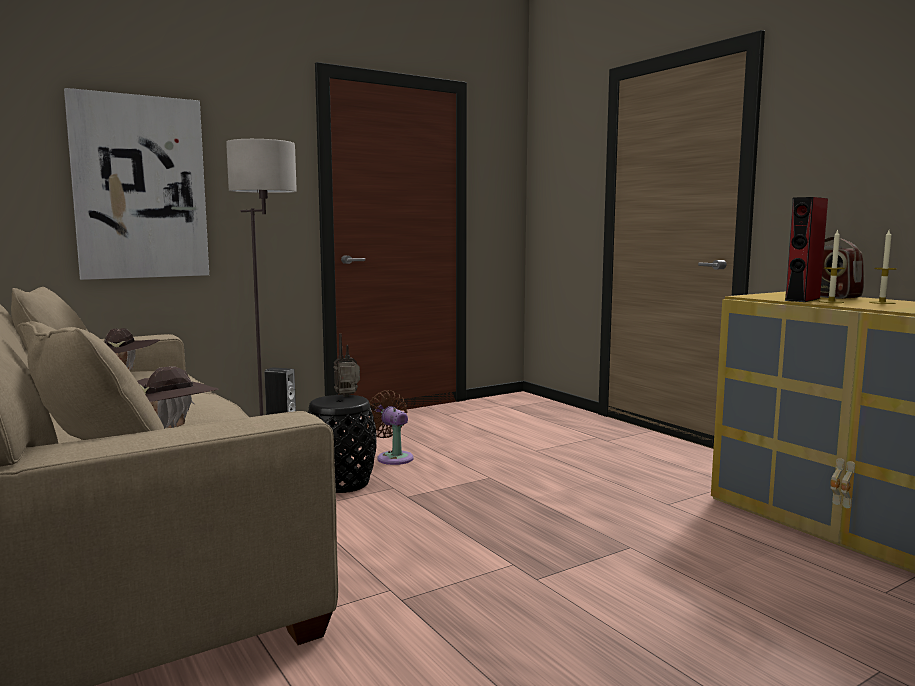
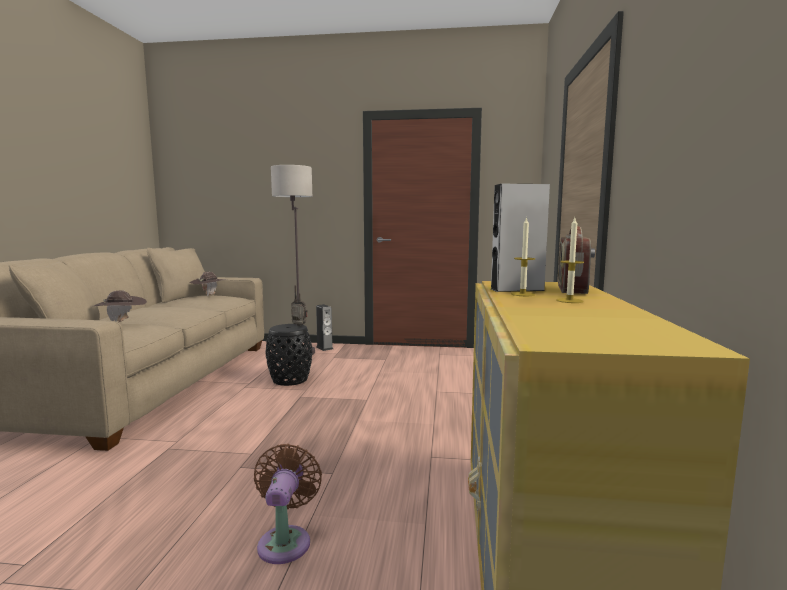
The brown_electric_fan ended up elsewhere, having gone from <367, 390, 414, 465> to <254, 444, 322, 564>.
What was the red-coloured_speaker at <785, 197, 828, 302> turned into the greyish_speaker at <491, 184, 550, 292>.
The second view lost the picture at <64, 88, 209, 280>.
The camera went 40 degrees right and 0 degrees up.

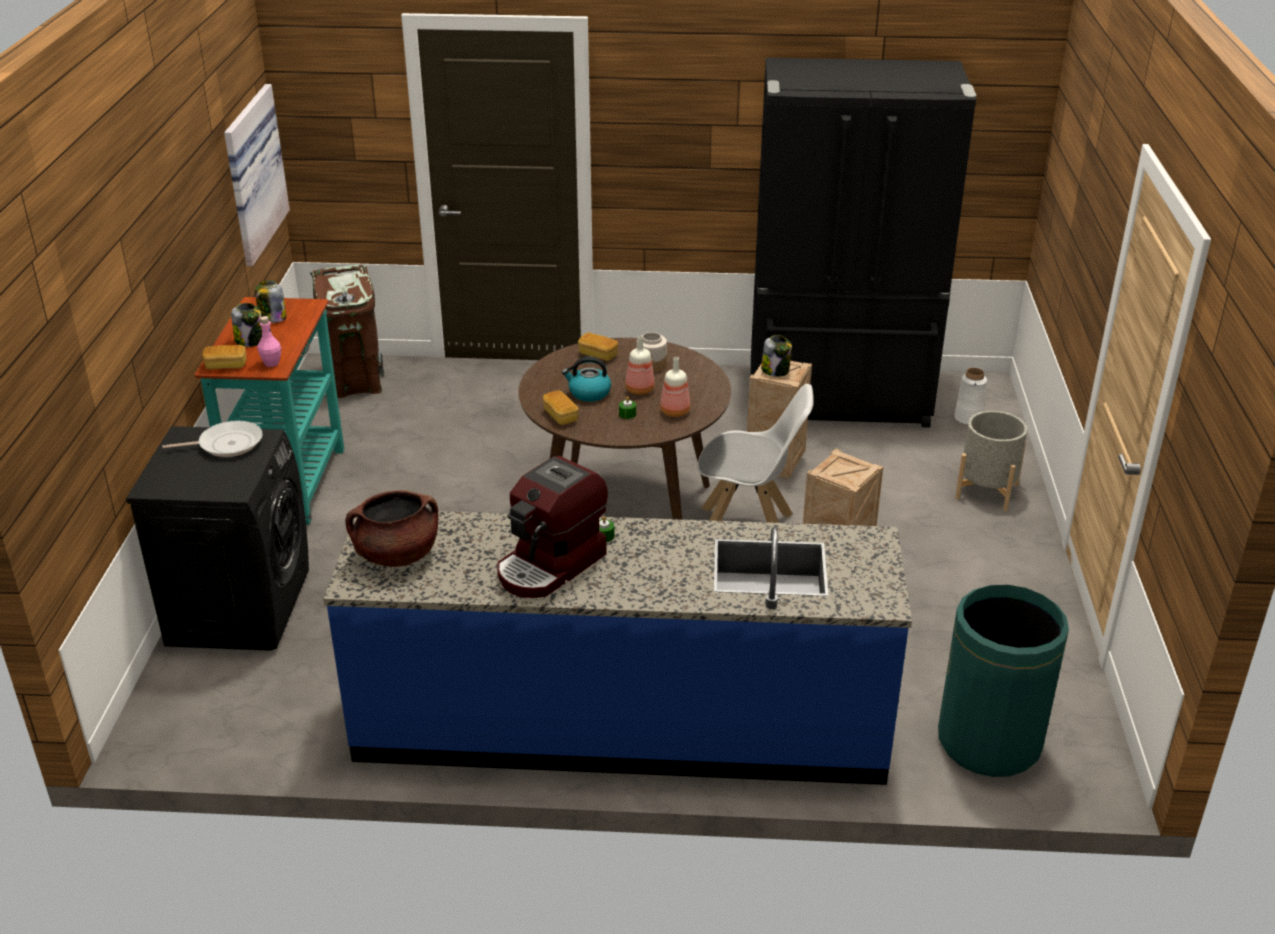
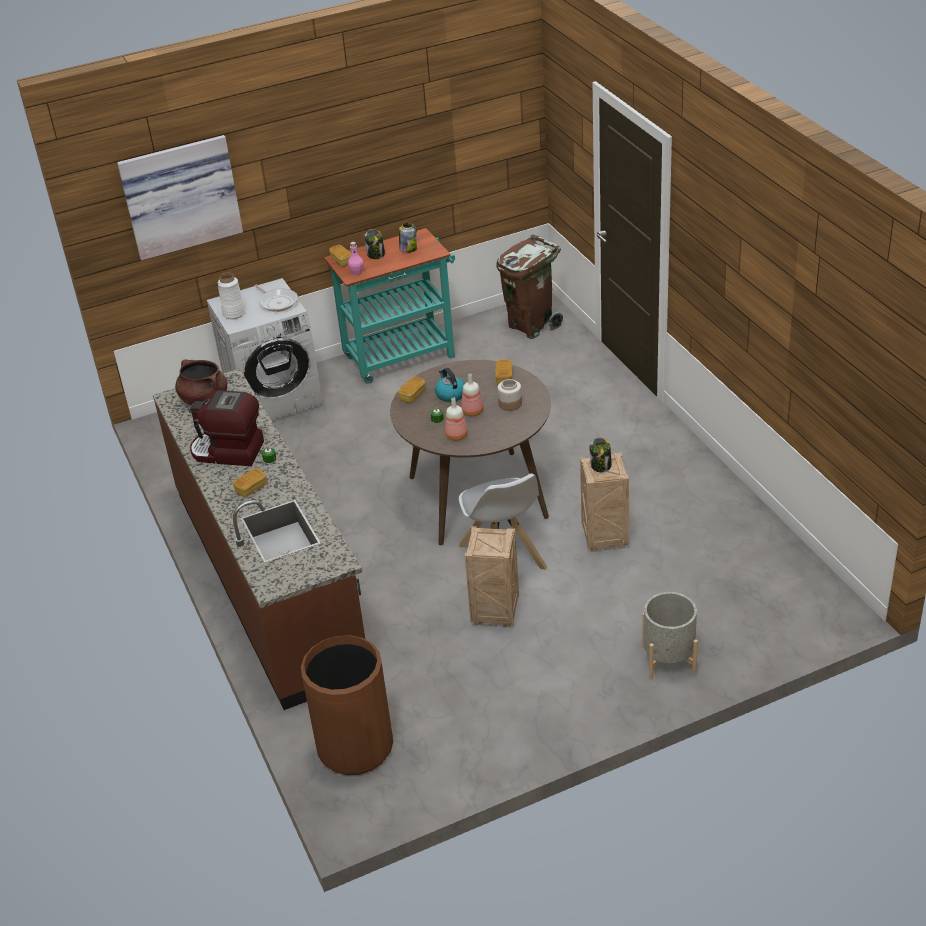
The picture ended up elsewhere, having gone from <224, 84, 290, 266> to <117, 135, 243, 260>.
What was the blue-coloured_counter at <323, 511, 912, 785> turned into the brown_counter at <153, 368, 365, 710>.
What was the black_washing_machine at <126, 426, 309, 651> turned into the white-coloured_washing_machine at <207, 278, 322, 420>.
The white-coloured_flower_vase ended up elsewhere, having gone from <954, 368, 987, 425> to <217, 273, 245, 319>.
The second view gained the bakery_bread at <233, 468, 267, 498>.
What was the green_rubbish_bin at <938, 585, 1069, 777> turned into the brown_rubbish_bin at <301, 635, 393, 775>.
The second view lost the black_fridge at <751, 58, 976, 427>.
The camera went 65 degrees right and 5 degrees up.

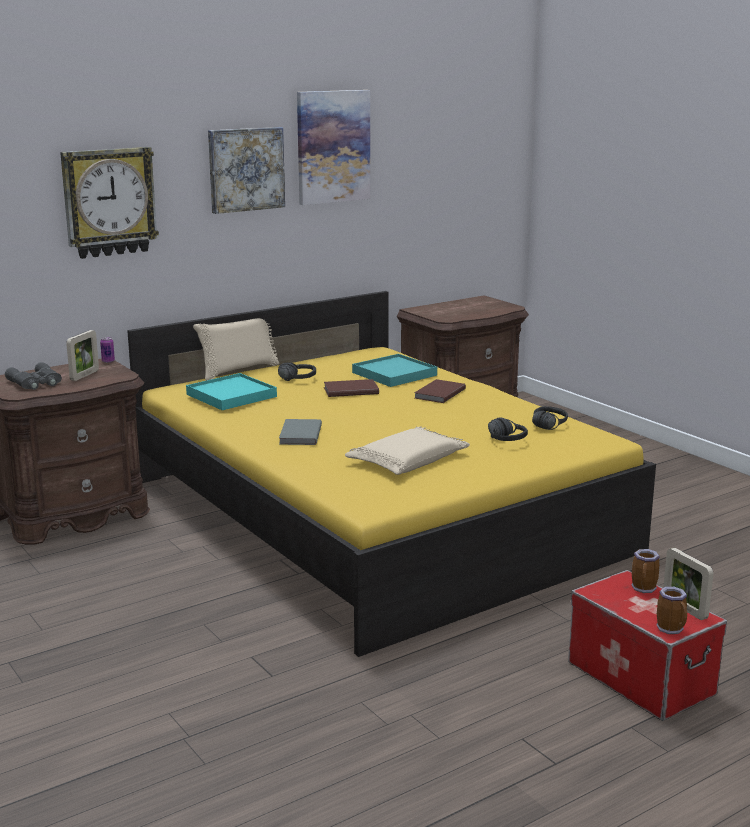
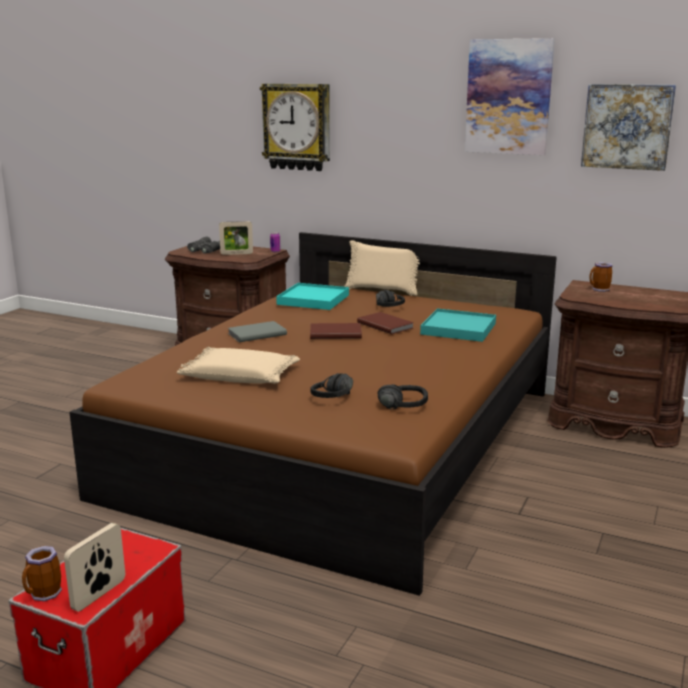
What was the yellowish_bedroom_bed at <127, 291, 656, 657> turned into the brown_bedroom_bed at <69, 232, 557, 596>.
The brown_book ended up elsewhere, having gone from <414, 379, 466, 403> to <310, 323, 362, 339>.
The picture ended up elsewhere, having gone from <208, 127, 285, 214> to <581, 84, 676, 171>.
The mug ended up elsewhere, having gone from <631, 549, 660, 593> to <590, 262, 612, 292>.
The camera went 60 degrees right and 0 degrees up.

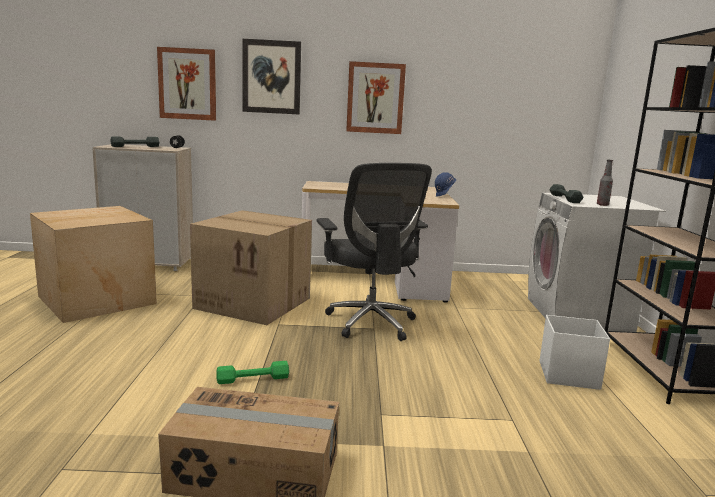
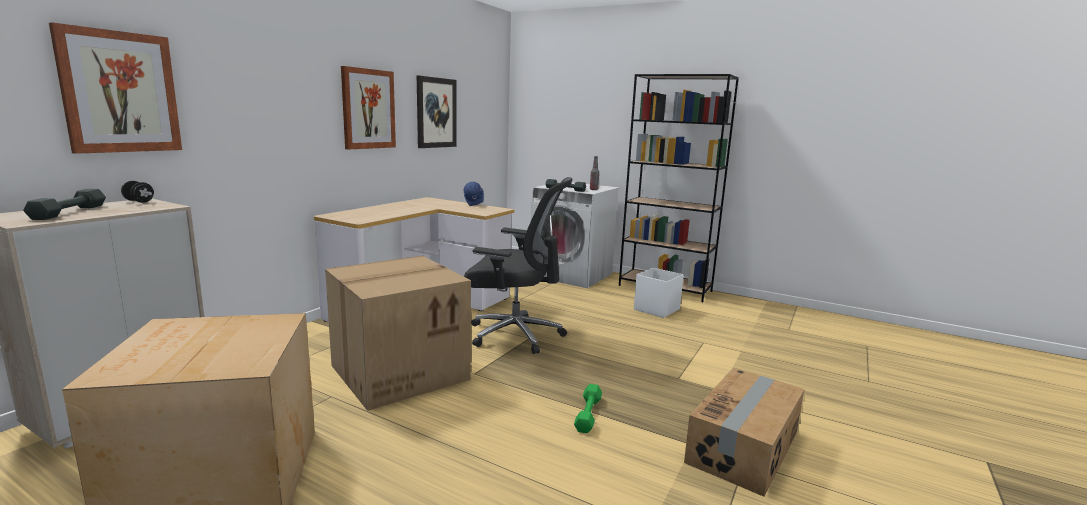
The picture ended up elsewhere, having gone from <242, 39, 301, 114> to <417, 76, 457, 148>.
The camera went 60 degrees left and 0 degrees up.

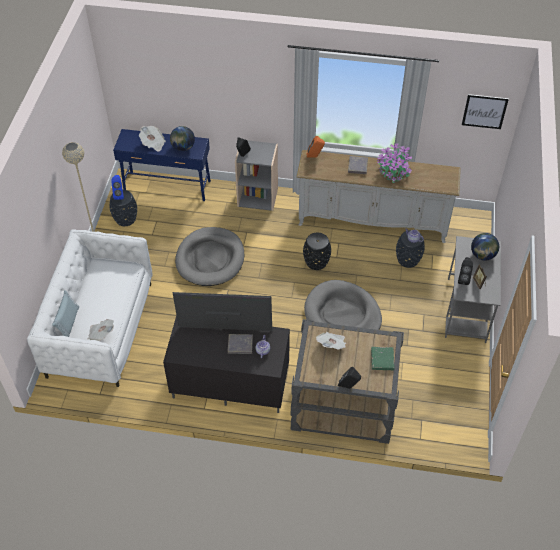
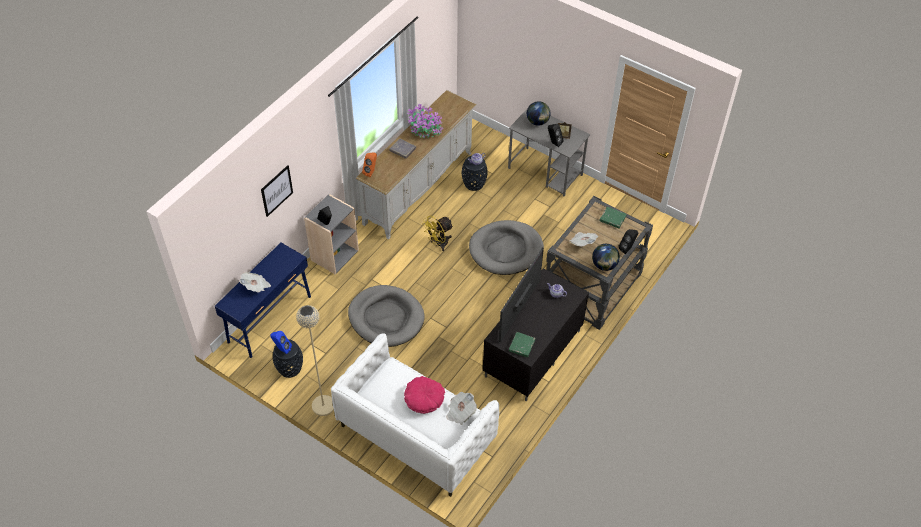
The picture ended up elsewhere, having gone from <462, 94, 509, 129> to <261, 165, 293, 217>.
The second view gained the pink_cushion at <404, 376, 445, 414>.
Where the black_stool_seat stood at <303, 233, 331, 270>, the yellowish_electric_fan came to stand at <422, 216, 453, 251>.
The second view gained the green_book at <509, 332, 536, 358>.
The globe ended up elsewhere, having gone from <170, 126, 195, 151> to <592, 244, 620, 271>.
The second view lost the blue-coloured_cushion at <52, 290, 79, 337>.
The second view lost the greyish_book at <228, 334, 253, 354>.
The camera went 65 degrees left and 0 degrees up.

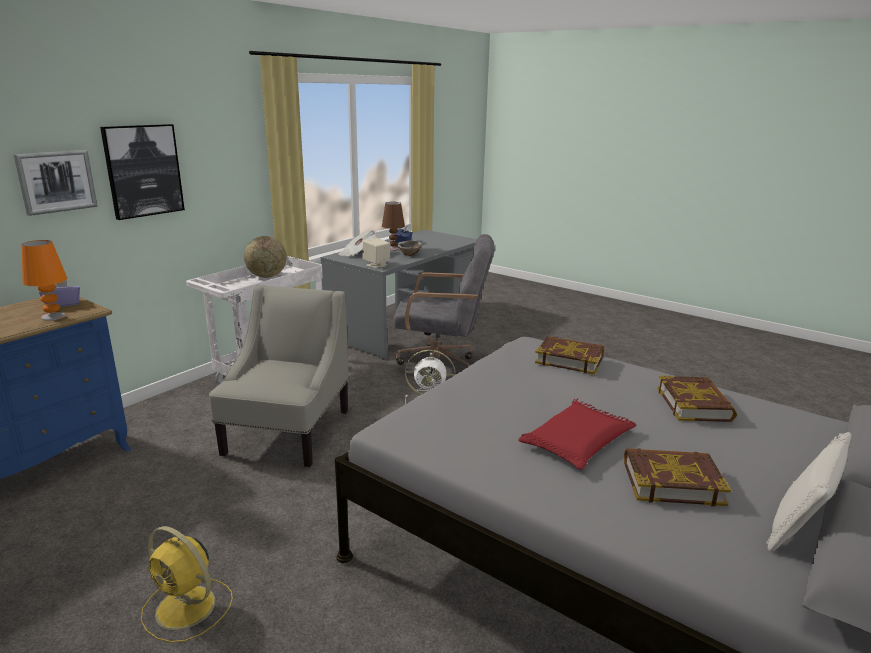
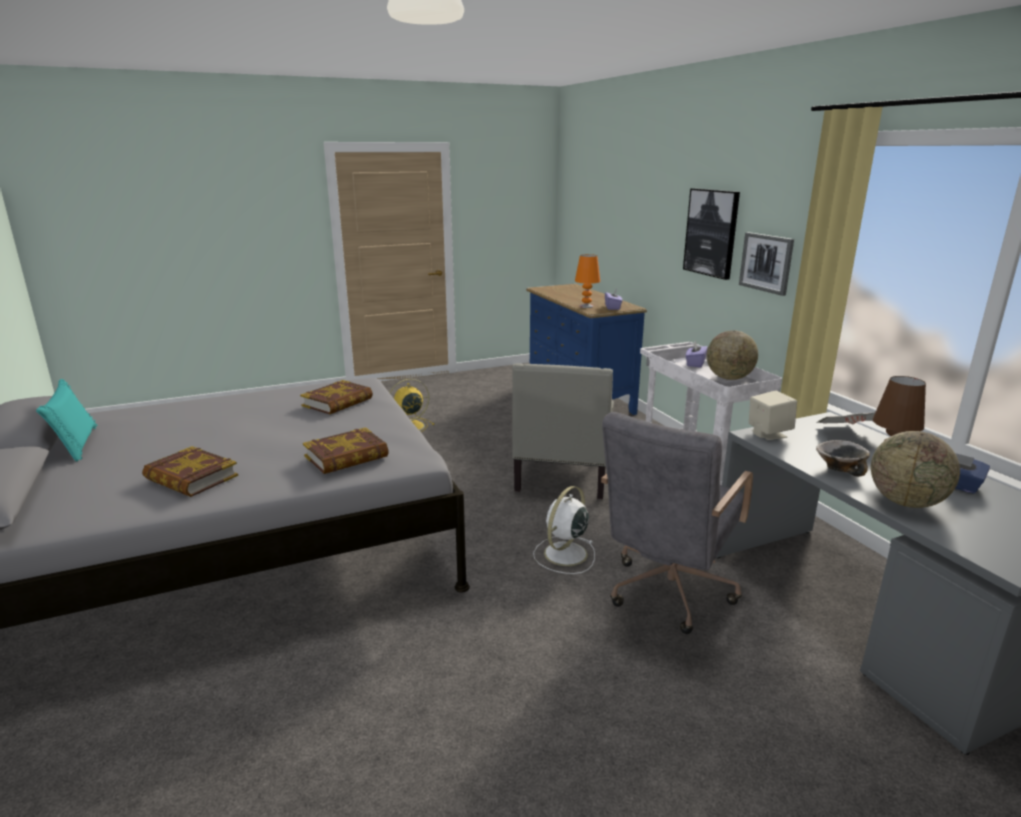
What was the white-coloured_cushion at <767, 432, 851, 551> turned into the blue-green_cushion at <36, 379, 98, 462>.
The book ended up elsewhere, having gone from <624, 448, 731, 507> to <300, 380, 373, 414>.
The greyish_armchair at <209, 285, 349, 468> ended up facing another way, 60 degrees clockwise from before.
The second view gained the purple-coloured_box_of_tissues at <686, 341, 708, 367>.
The picture ended up elsewhere, having gone from <14, 150, 98, 216> to <739, 232, 794, 296>.
The second view gained the globe at <871, 431, 960, 508>.
The second view lost the red-coloured_cushion at <519, 398, 636, 470>.
The camera went 120 degrees right and 0 degrees up.

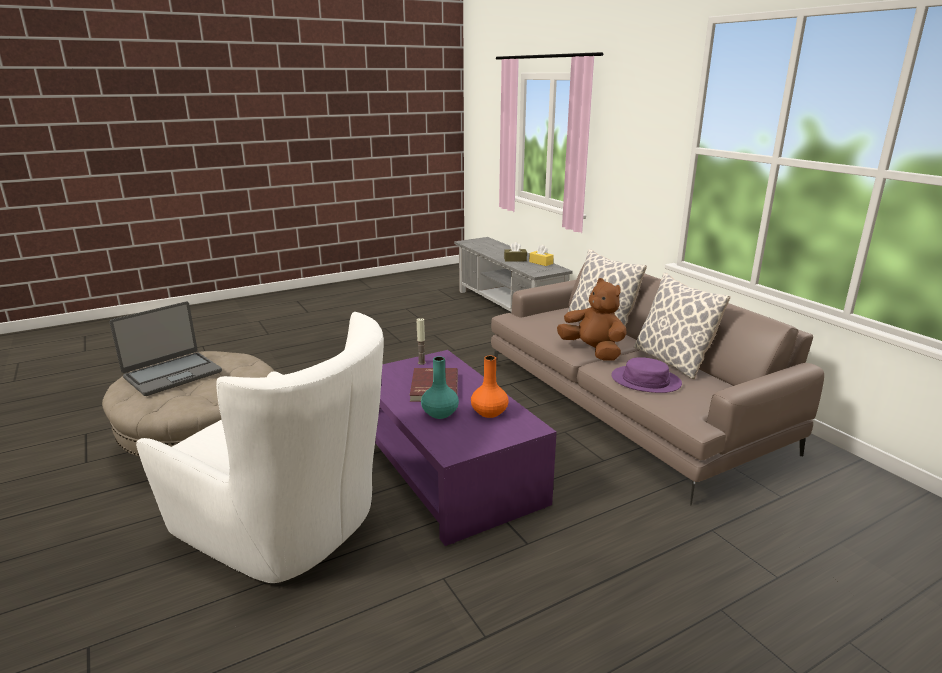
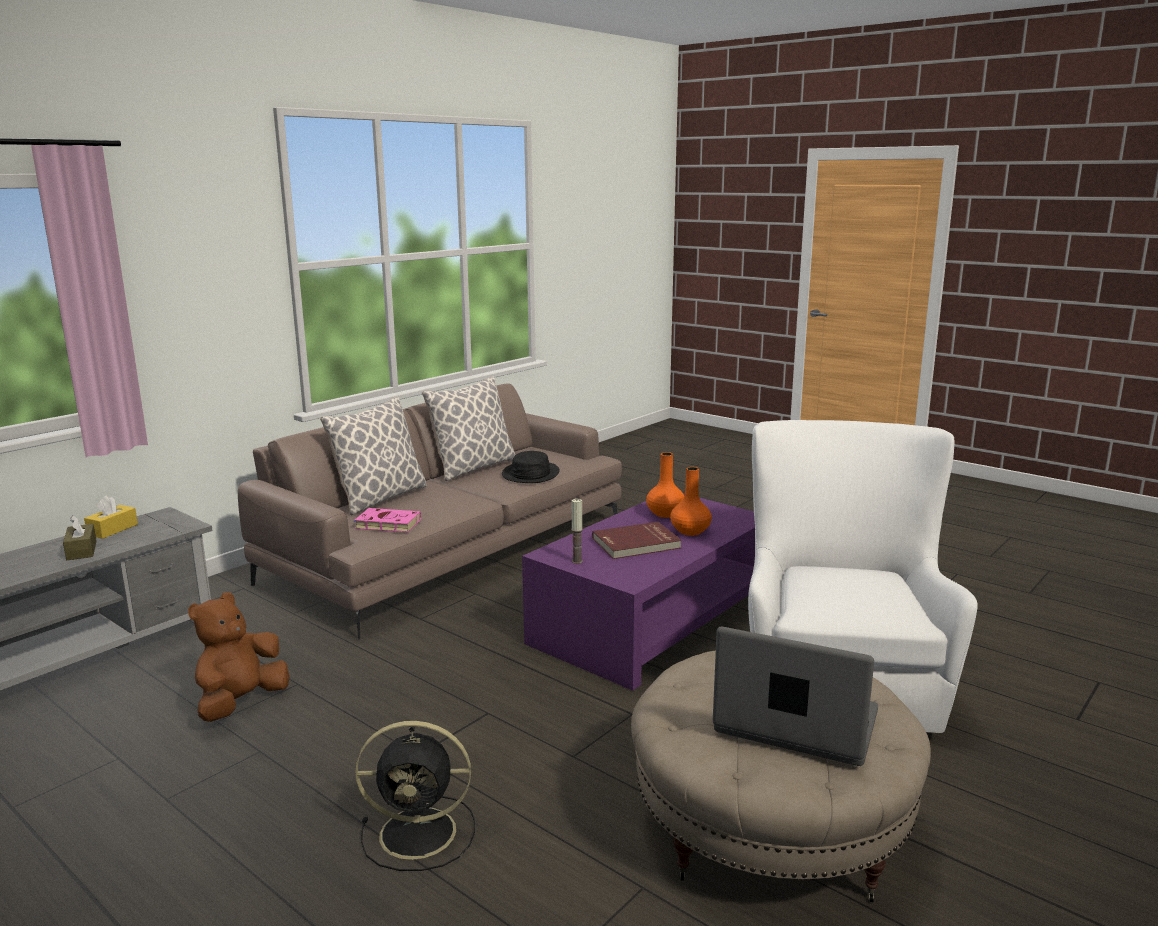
The brown_soft_toy ended up elsewhere, having gone from <557, 278, 626, 361> to <188, 592, 289, 722>.
The second view gained the pink_book at <353, 508, 421, 532>.
The second view gained the black_electric_fan at <355, 721, 475, 871>.
What was the purple-coloured_hat at <611, 357, 682, 393> turned into the black_hat at <502, 451, 560, 483>.
What was the blue-green_flower_vase at <421, 356, 459, 419> turned into the orangey_flower_vase at <670, 467, 712, 536>.
The camera went 110 degrees left and 5 degrees down.

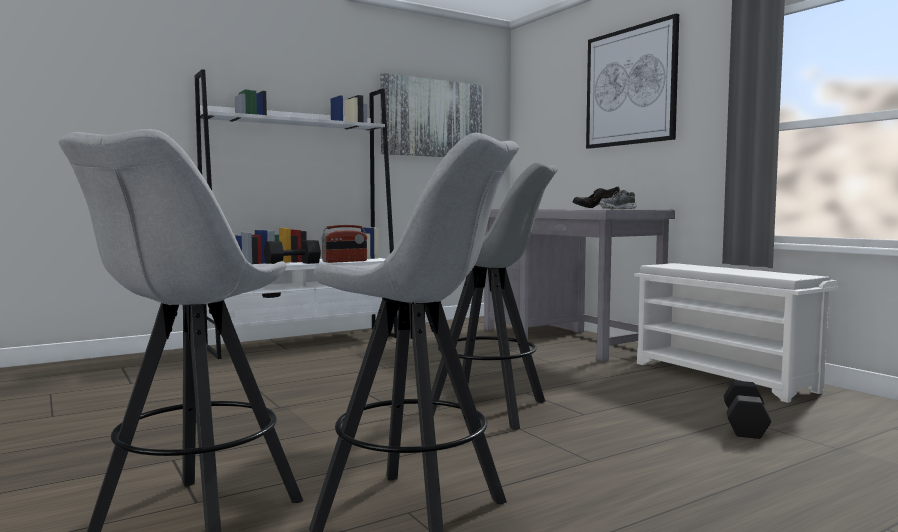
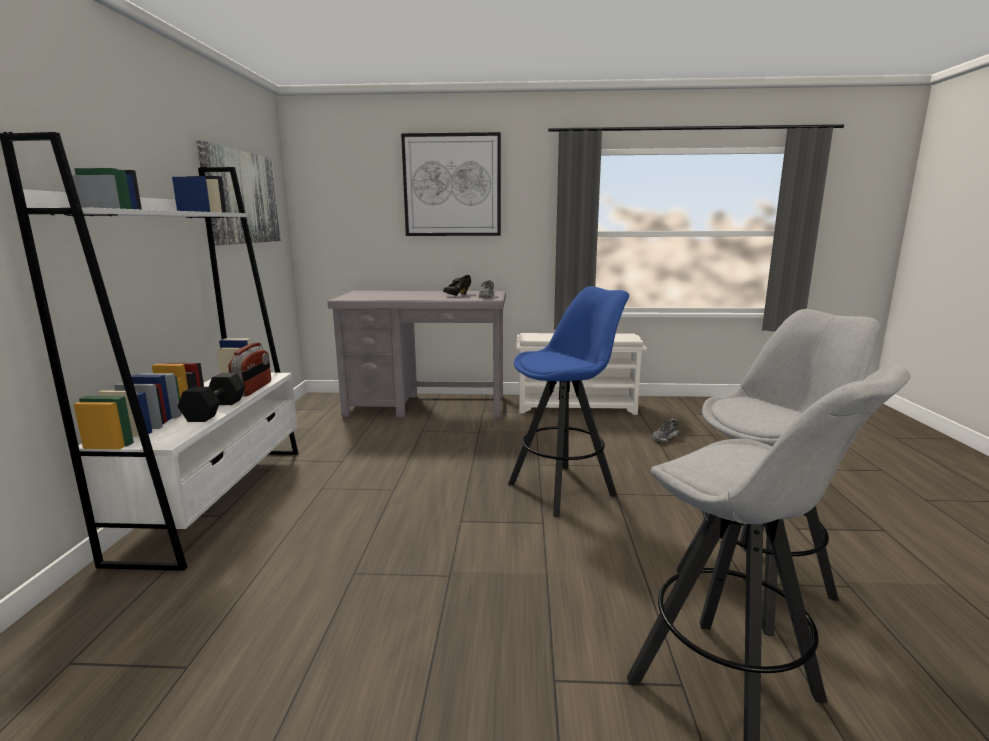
What was the greyish_stool_seat at <431, 162, 558, 430> turned into the blue-coloured_stool_seat at <508, 286, 629, 517>.
Where the black_dumbbell stood at <724, 381, 771, 439>, the low_shoe came to stand at <652, 419, 678, 442>.
The camera went 55 degrees left and 10 degrees up.

